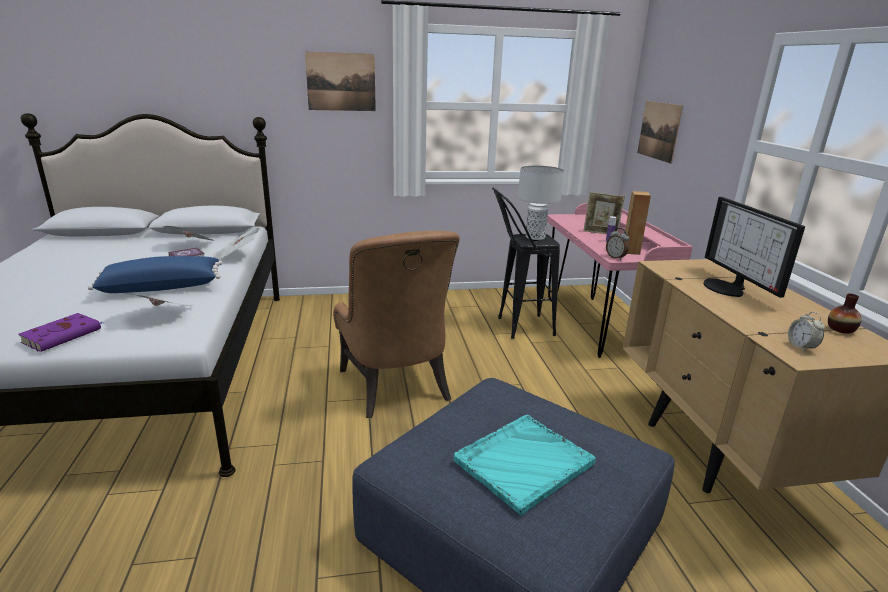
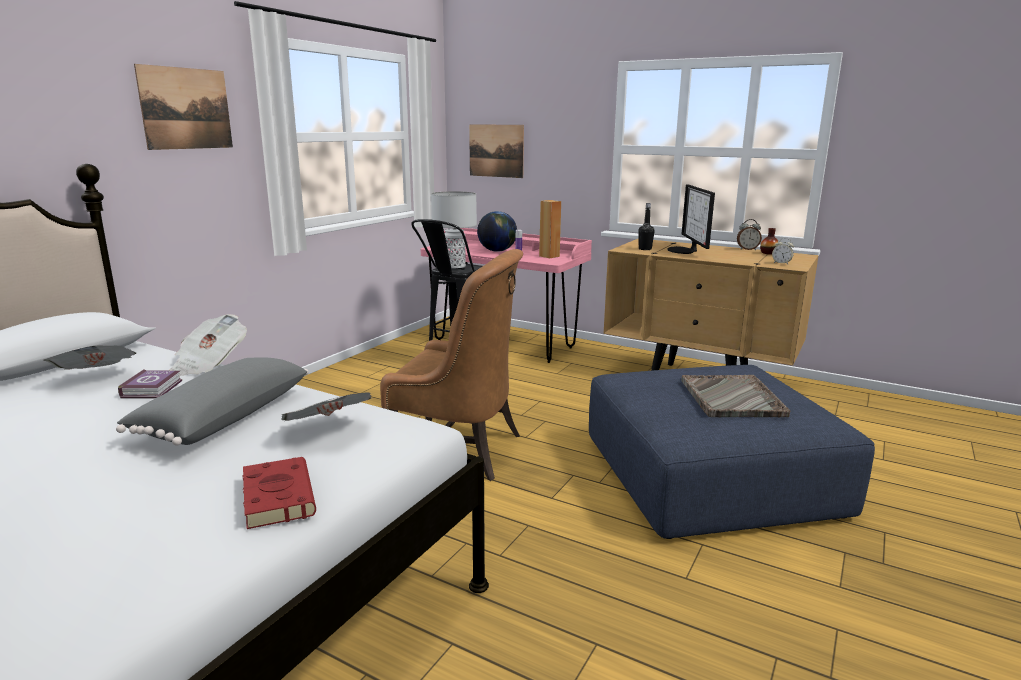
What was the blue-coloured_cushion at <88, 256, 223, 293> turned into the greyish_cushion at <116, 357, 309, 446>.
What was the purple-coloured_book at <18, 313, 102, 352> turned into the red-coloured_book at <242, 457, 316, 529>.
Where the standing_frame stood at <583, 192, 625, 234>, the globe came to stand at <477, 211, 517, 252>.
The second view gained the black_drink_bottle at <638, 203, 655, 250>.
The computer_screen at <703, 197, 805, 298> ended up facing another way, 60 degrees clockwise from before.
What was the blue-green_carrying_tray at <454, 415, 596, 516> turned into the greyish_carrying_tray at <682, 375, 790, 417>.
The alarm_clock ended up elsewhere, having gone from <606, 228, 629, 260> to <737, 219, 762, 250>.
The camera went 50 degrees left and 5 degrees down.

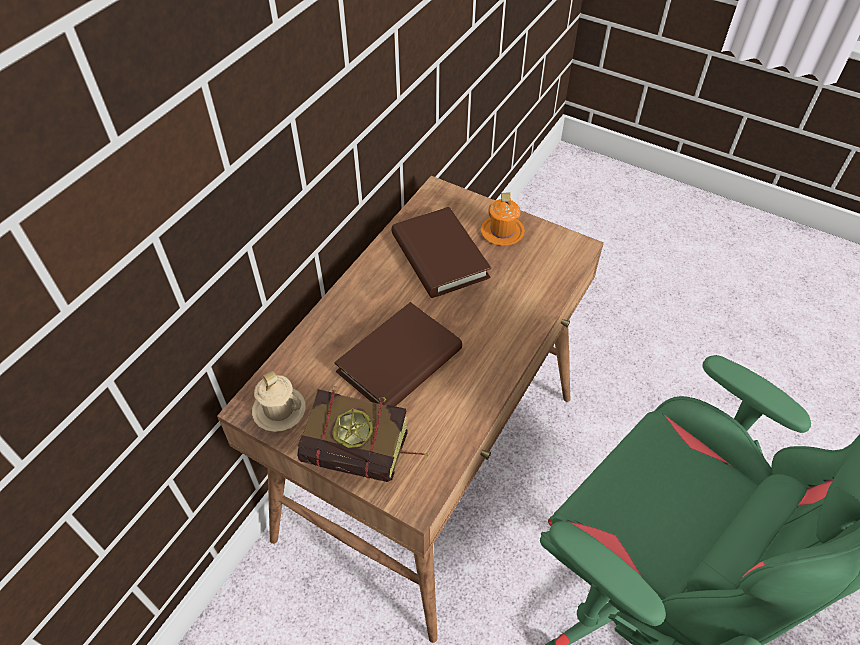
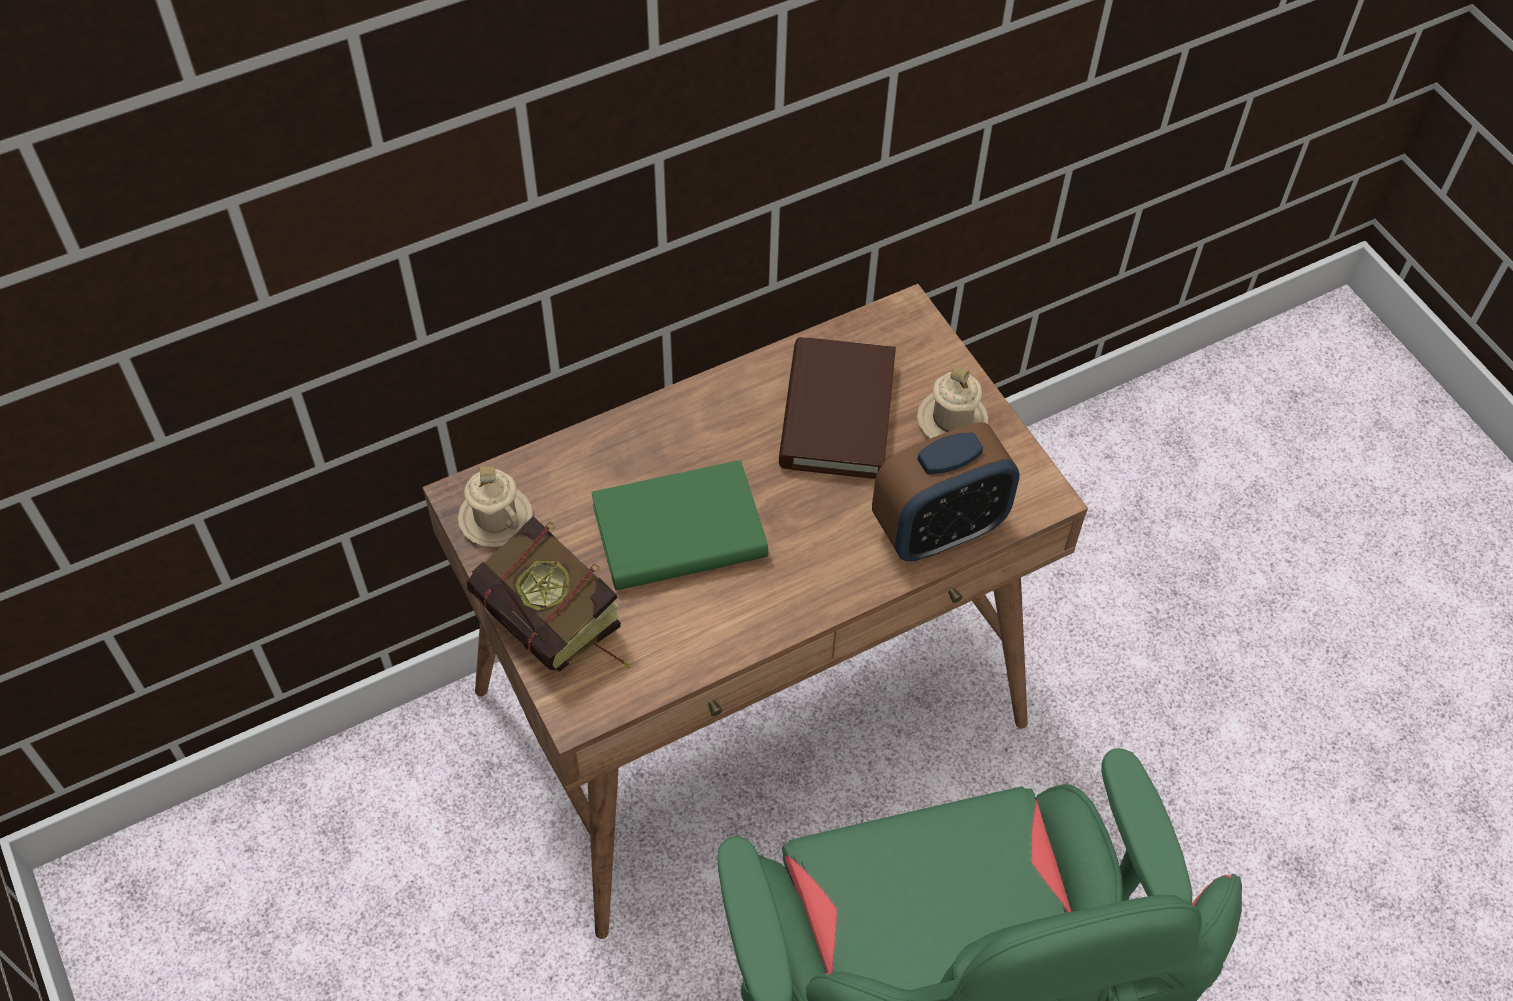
What was the brown_book at <334, 302, 462, 406> turned into the green_book at <591, 460, 768, 590>.
The second view gained the alarm_clock at <872, 422, 1020, 561>.
What was the orangey_mug at <480, 192, 525, 246> turned into the beige-coloured_mug at <917, 365, 989, 438>.
The camera went 30 degrees right and 5 degrees up.

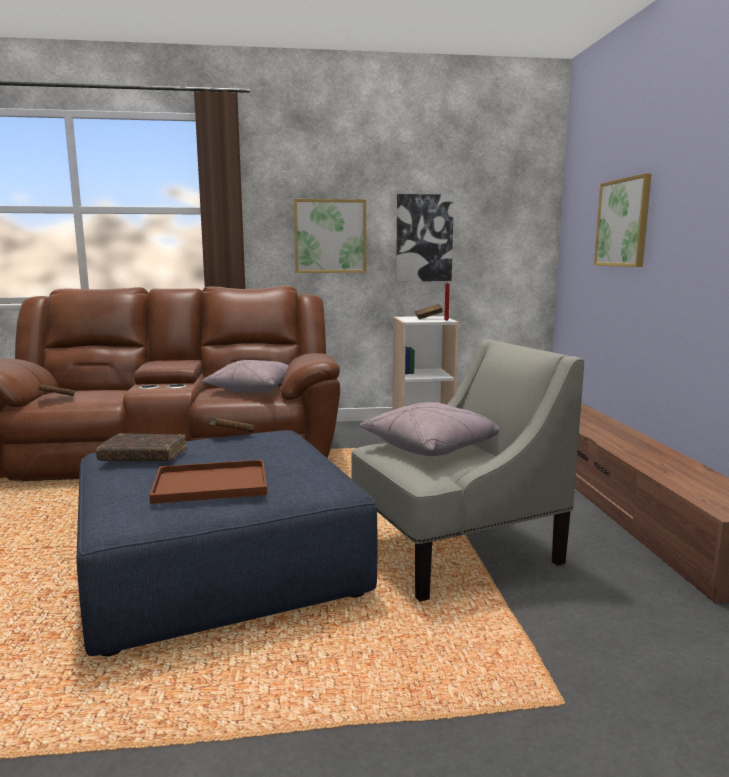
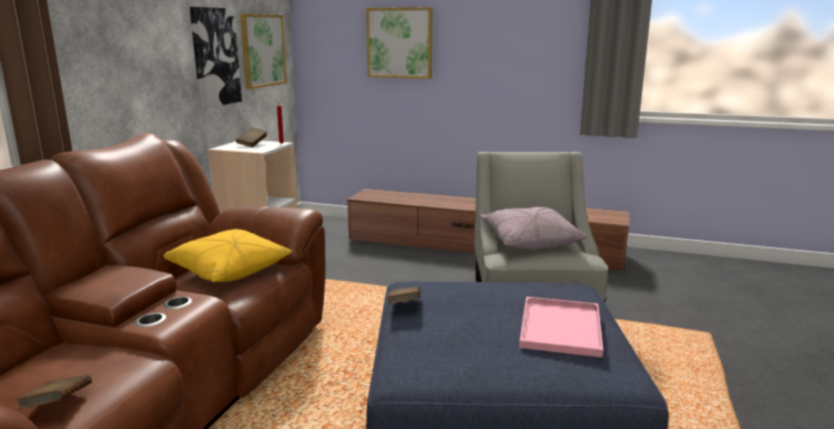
What was the purple-coloured_cushion at <202, 360, 289, 393> turned into the yellowish_cushion at <164, 229, 292, 282>.
The picture ended up elsewhere, having gone from <294, 199, 366, 273> to <240, 14, 287, 89>.
What was the brown_carrying_tray at <149, 460, 267, 504> turned into the pink_carrying_tray at <519, 297, 603, 357>.
The second view lost the brown_book at <96, 433, 187, 461>.
The camera went 65 degrees left and 5 degrees up.

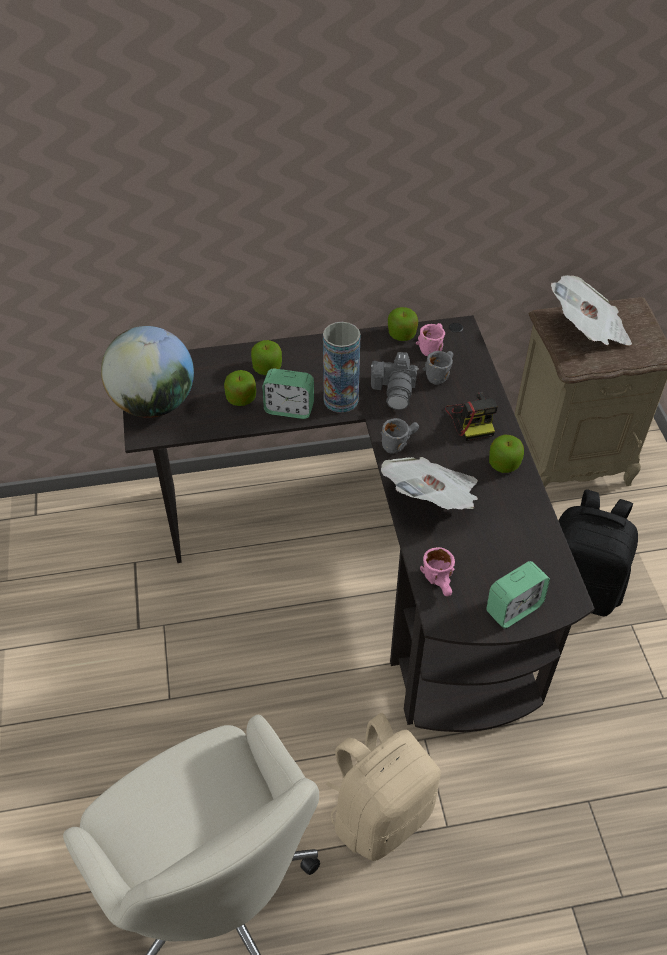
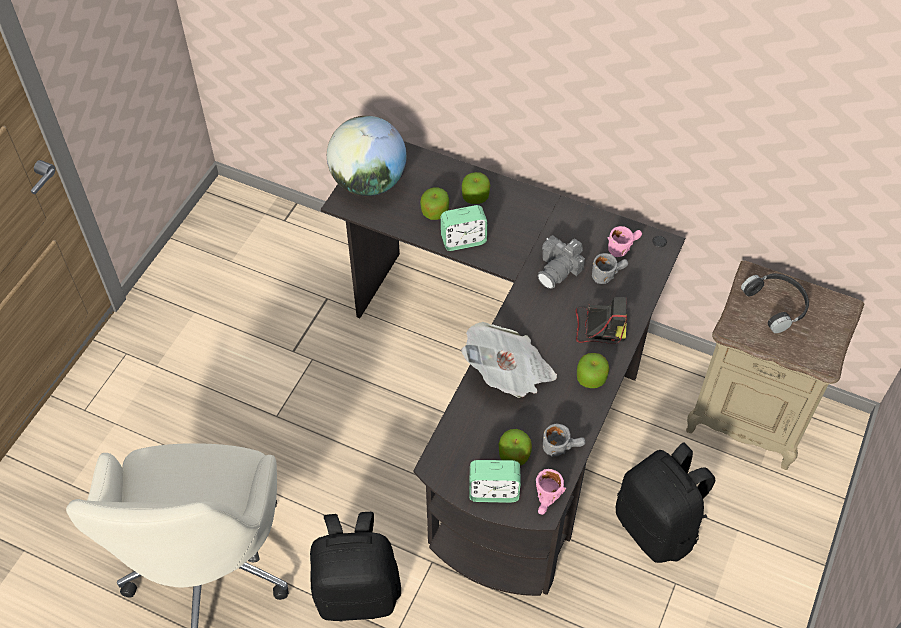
What was the beige-coloured_knapsack at <326, 713, 441, 861> turned into the black_knapsack at <310, 512, 401, 622>.
The alarm_clock at <262, 368, 314, 419> ended up facing another way, 60 degrees counterclockwise from before.
The apple ended up elsewhere, having gone from <388, 307, 418, 341> to <499, 429, 532, 466>.
The pink_mug ended up elsewhere, having gone from <420, 547, 455, 596> to <536, 469, 566, 515>.
The greyish_mug ended up elsewhere, having gone from <381, 418, 419, 454> to <543, 423, 586, 457>.
The still_camera at <445, 392, 498, 441> ended up facing another way, 105 degrees counterclockwise from before.
Where the newspaper stood at <551, 275, 632, 346>, the black_pair_of_headphones came to stand at <741, 273, 809, 333>.
The second view lost the flower_vase at <323, 322, 360, 413>.
The camera went 35 degrees right and 5 degrees up.

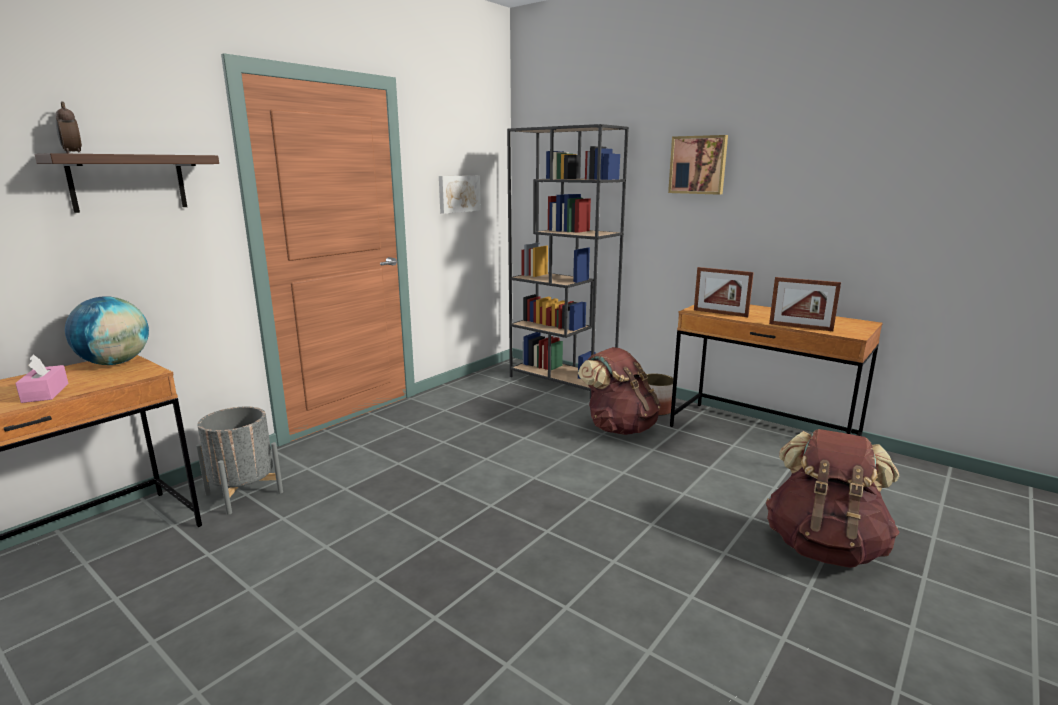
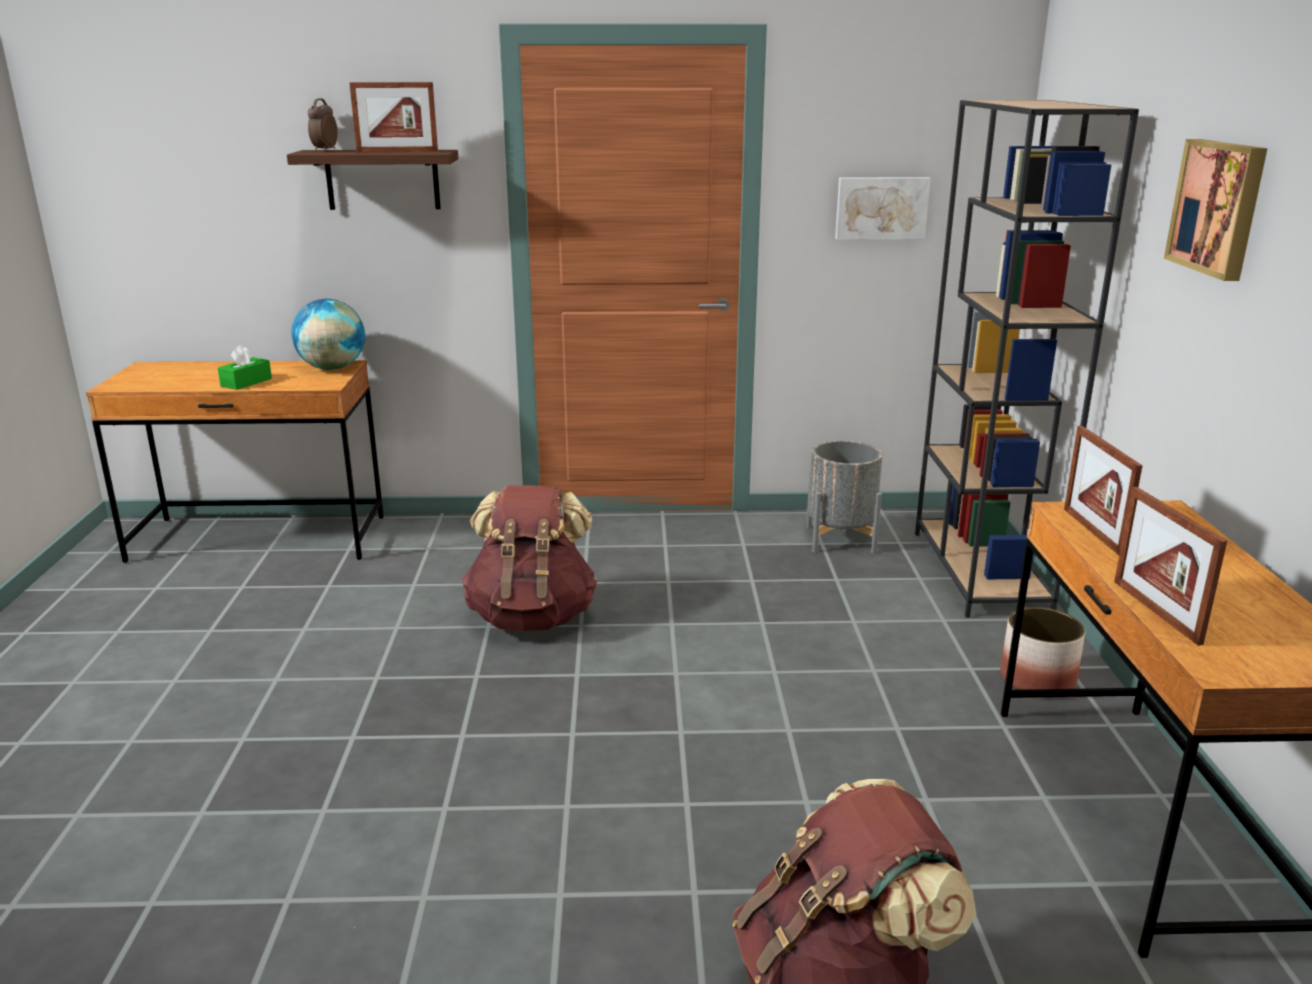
What was the pink_box_of_tissues at <15, 354, 69, 403> turned into the green_box_of_tissues at <218, 345, 272, 390>.
The second view gained the standing_frame at <349, 82, 438, 153>.
The brown_knapsack ended up elsewhere, having gone from <578, 347, 661, 435> to <461, 486, 598, 631>.
The greyish_planter ended up elsewhere, having gone from <196, 406, 283, 515> to <806, 440, 882, 554>.
The camera went 50 degrees right and 5 degrees up.

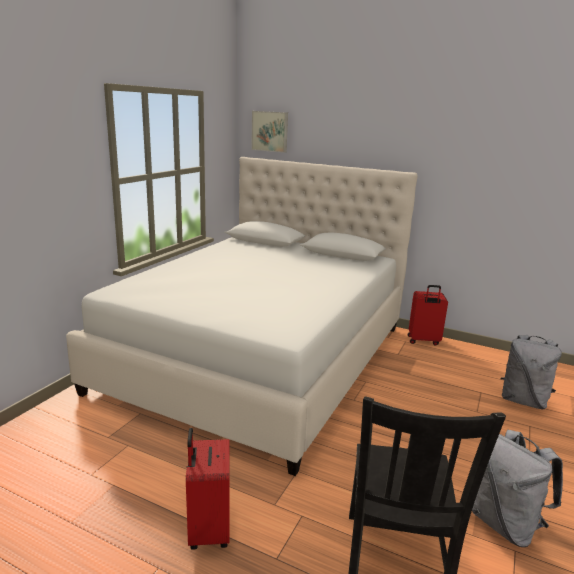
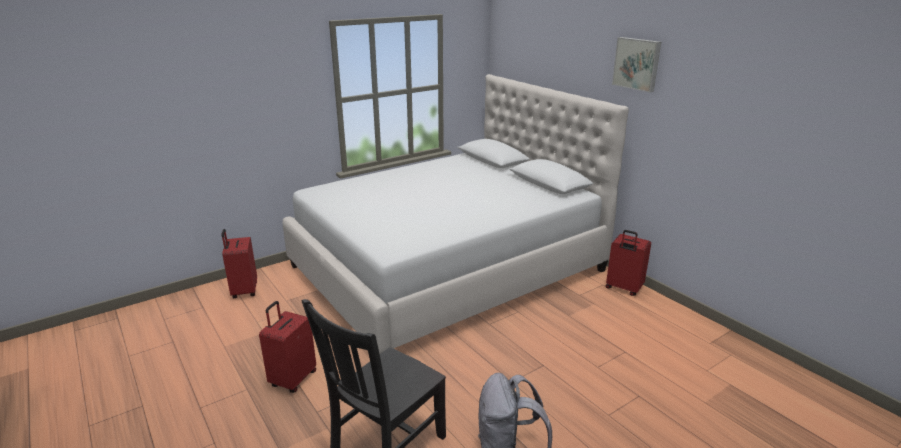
The second view gained the red-coloured_travel_case at <222, 229, 257, 298>.
The picture ended up elsewhere, having gone from <251, 111, 288, 153> to <612, 37, 661, 92>.
The second view lost the greyish_knapsack at <501, 335, 562, 409>.
The camera went 30 degrees right and 5 degrees up.

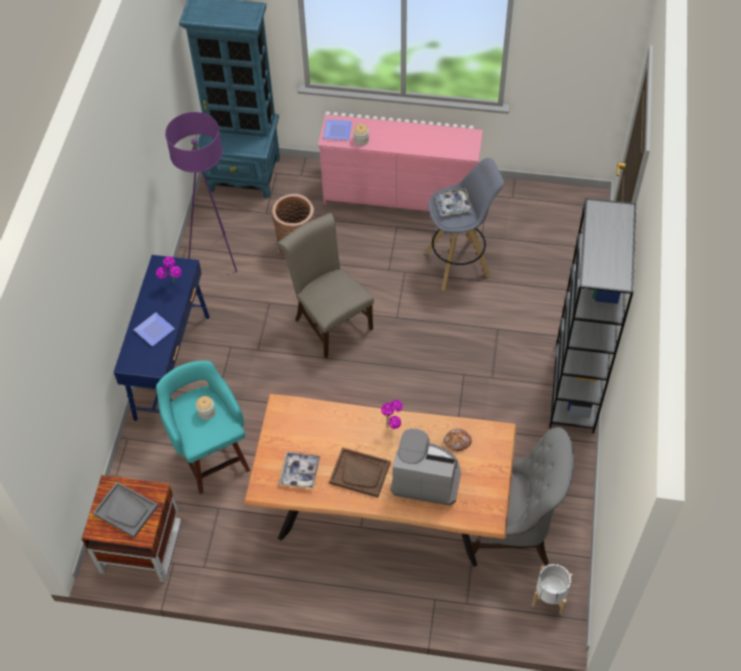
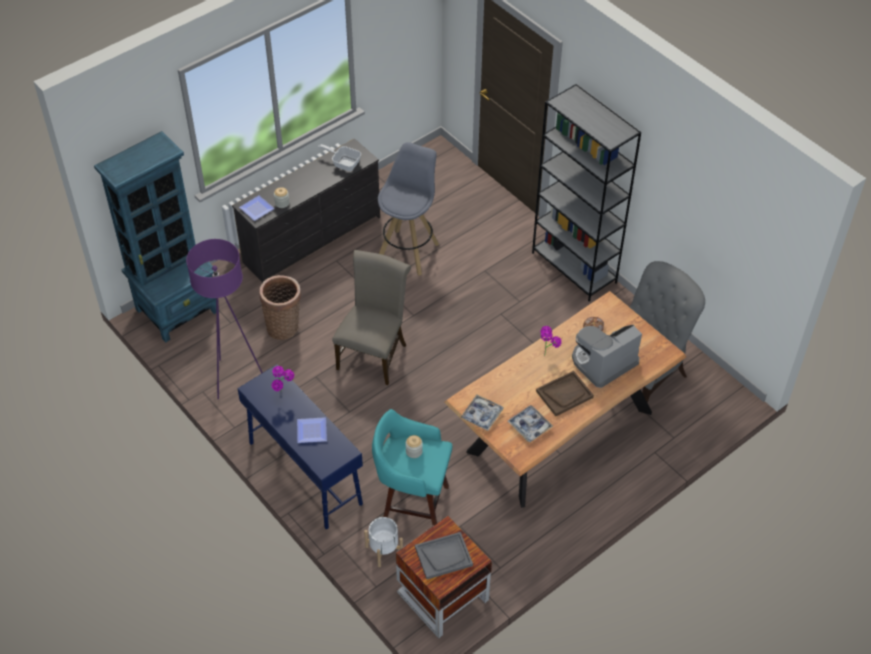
What was the pink_chest_of_drawers at <318, 114, 483, 211> turned into the black_chest_of_drawers at <232, 138, 380, 283>.
The second view gained the pan at <318, 144, 361, 171>.
The beige-coloured_upright_chair at <277, 213, 374, 359> ended up facing another way, 105 degrees clockwise from before.
The white-coloured_planter ended up elsewhere, having gone from <532, 564, 572, 615> to <364, 517, 403, 567>.
The carrying_tray ended up elsewhere, having gone from <435, 188, 473, 216> to <460, 394, 503, 431>.
The camera went 50 degrees left and 5 degrees down.

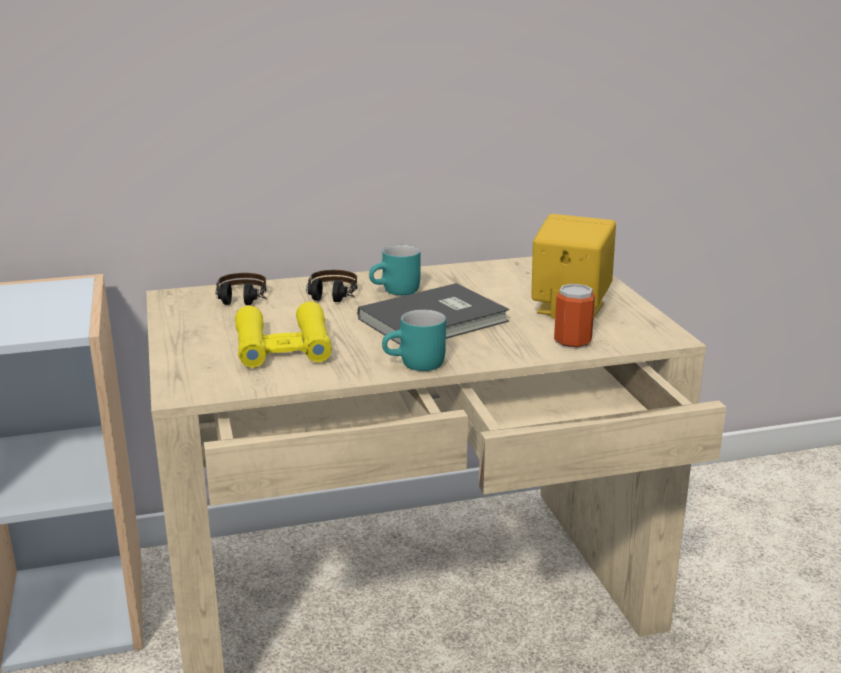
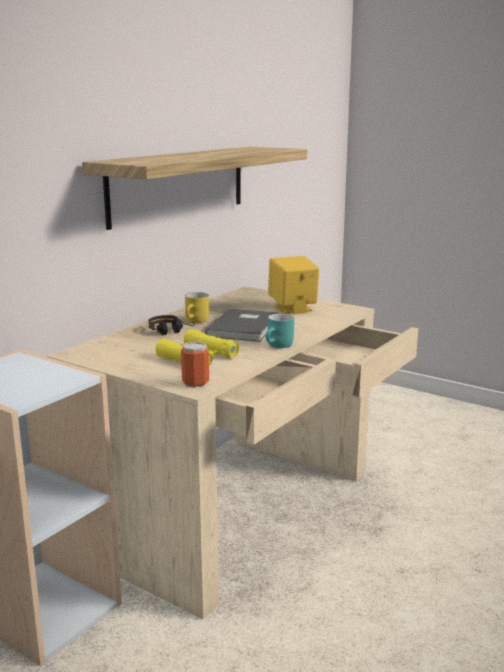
The second view gained the wall_shelf at <82, 147, 307, 230>.
The metal_can ended up elsewhere, having gone from <554, 283, 595, 349> to <181, 341, 209, 388>.
What was the blue-green_mug at <369, 245, 421, 295> turned into the yellowish_mug at <185, 292, 209, 323>.
The second view lost the pair_of_headphones at <215, 273, 267, 305>.
The camera went 40 degrees left and 5 degrees down.

